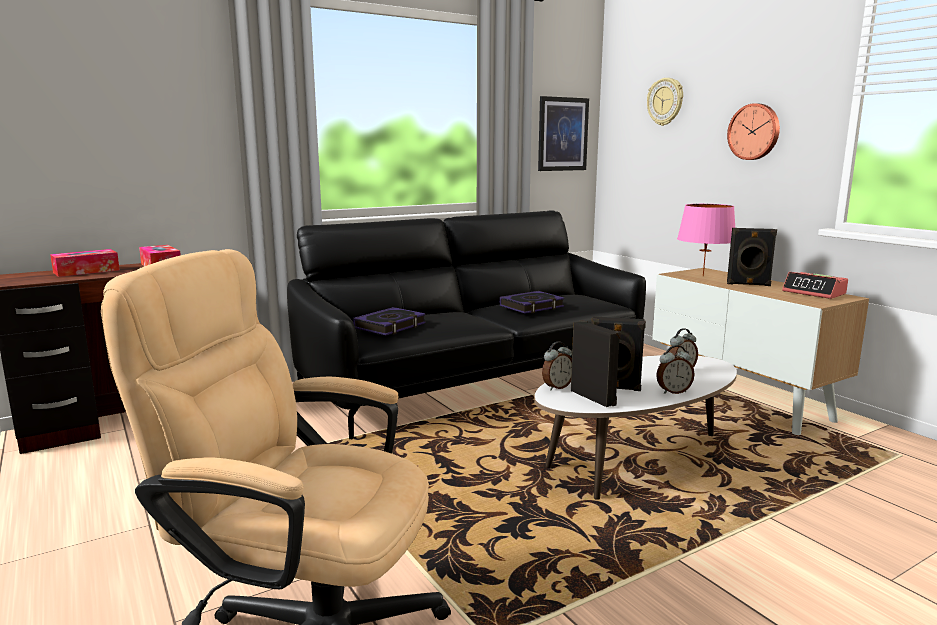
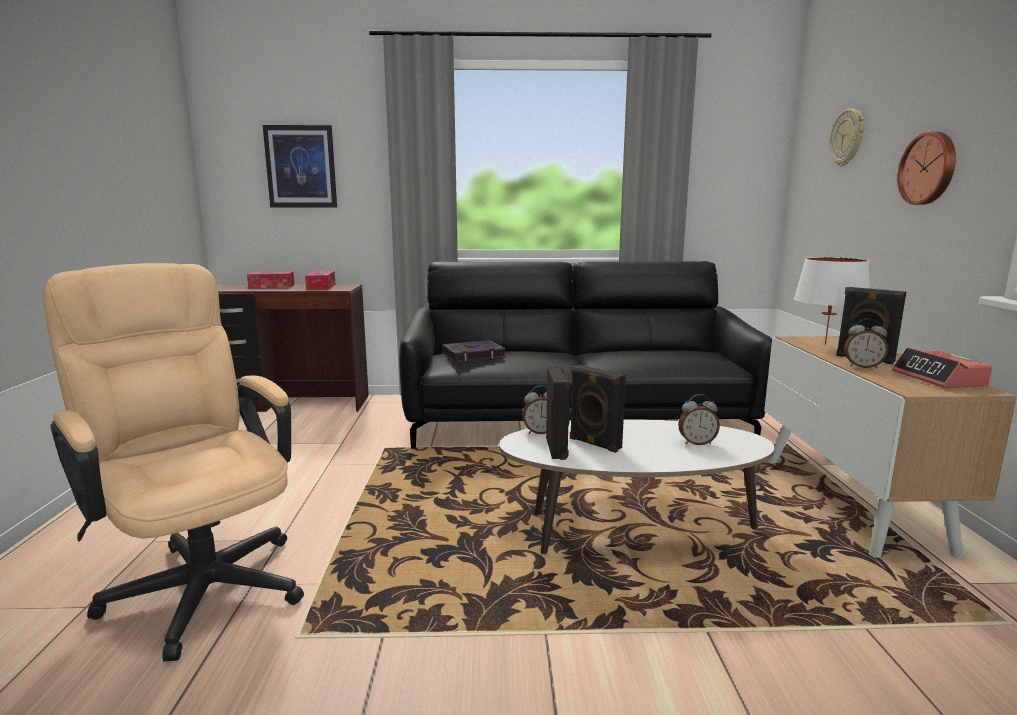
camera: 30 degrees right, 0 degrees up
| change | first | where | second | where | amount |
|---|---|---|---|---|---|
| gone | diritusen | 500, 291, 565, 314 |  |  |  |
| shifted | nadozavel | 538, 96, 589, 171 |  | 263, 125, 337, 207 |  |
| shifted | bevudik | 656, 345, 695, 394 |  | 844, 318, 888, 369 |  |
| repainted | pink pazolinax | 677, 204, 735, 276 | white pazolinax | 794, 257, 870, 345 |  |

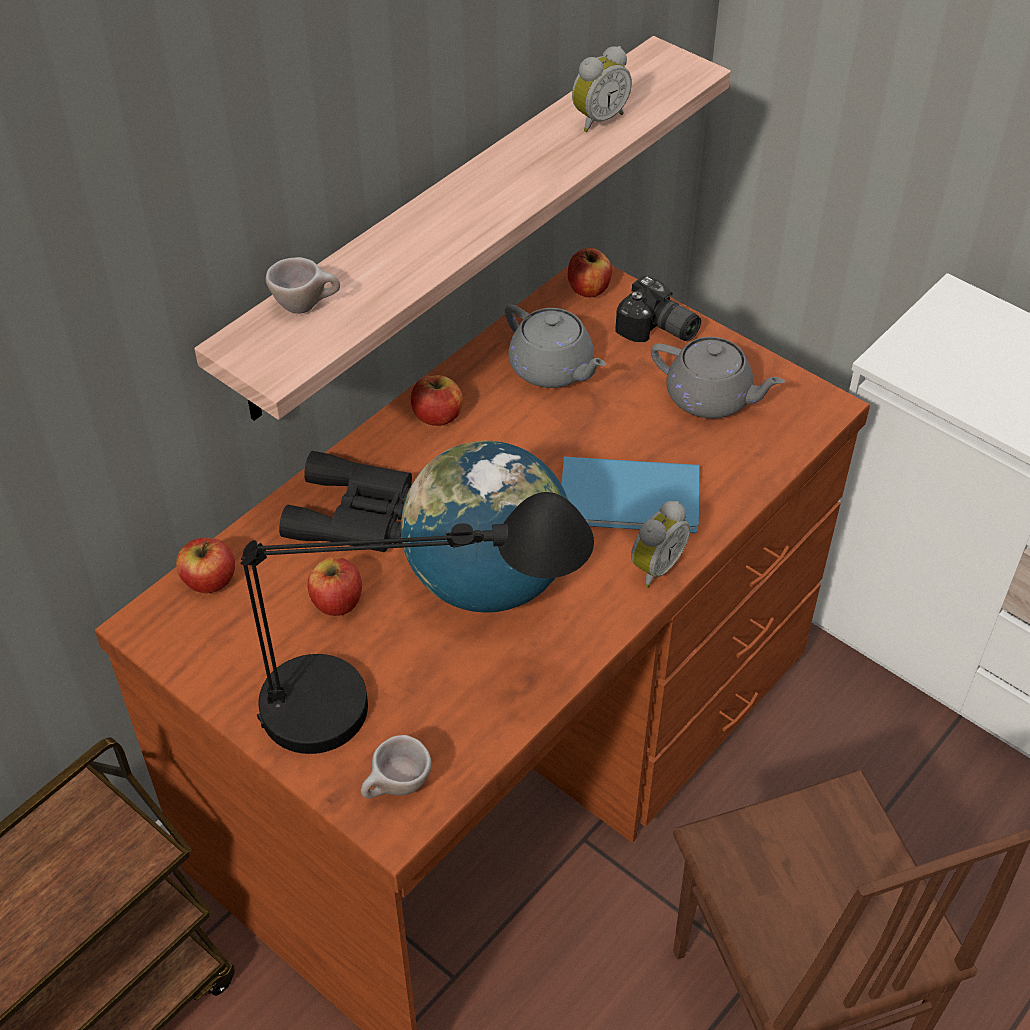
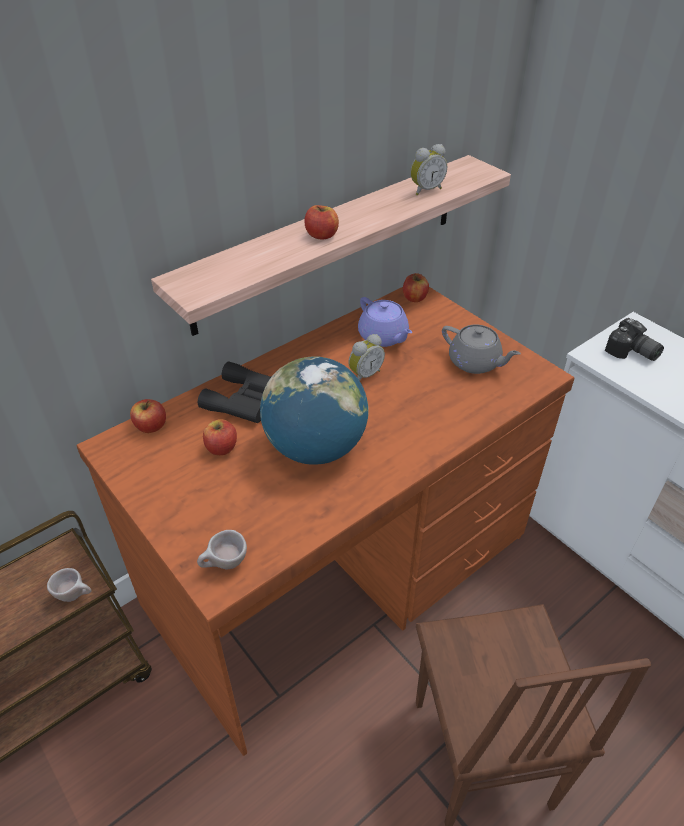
camera: 10 degrees right, 5 degrees down
| change | first | where | second | where | amount |
|---|---|---|---|---|---|
| gone | black pazolinax | 241, 492, 594, 754 |  |  |  |
| gone | blue diritusen | 562, 457, 699, 533 |  |  |  |
| shifted | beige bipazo | 266, 257, 340, 314 |  | 47, 568, 91, 602 |  |
| shifted | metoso | 411, 375, 463, 426 |  | 304, 205, 339, 240 |  |
| shifted | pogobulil | 615, 276, 701, 342 |  | 605, 318, 664, 361 |  |
| shifted | bevudik | 631, 501, 690, 588 |  | 348, 334, 385, 381 |  |
| repainted | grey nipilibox | 505, 304, 606, 388 | purple nipilibox | 358, 297, 412, 347 |  |

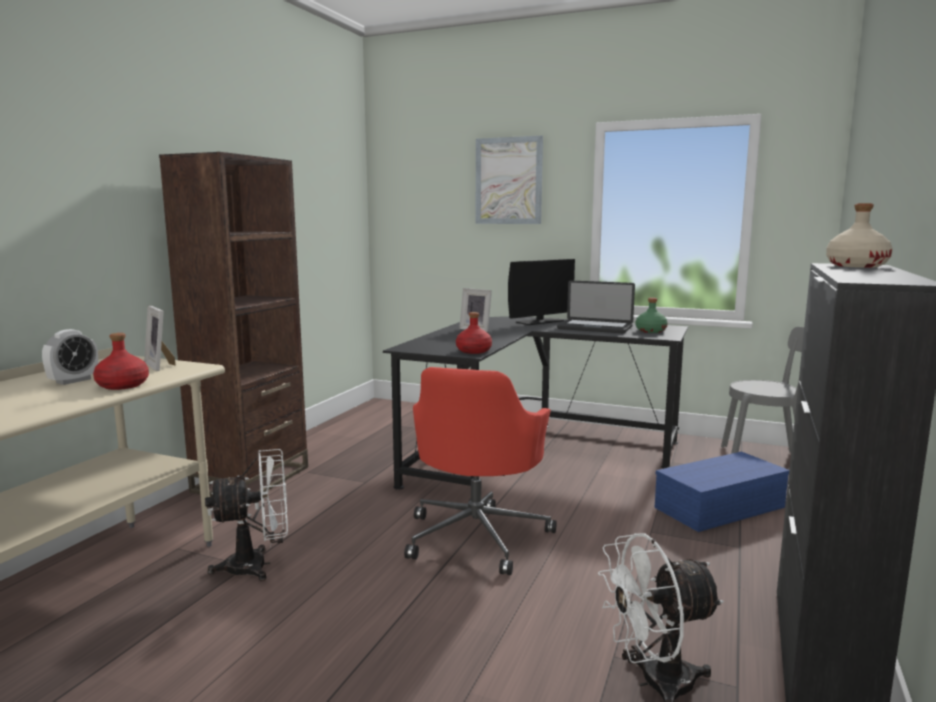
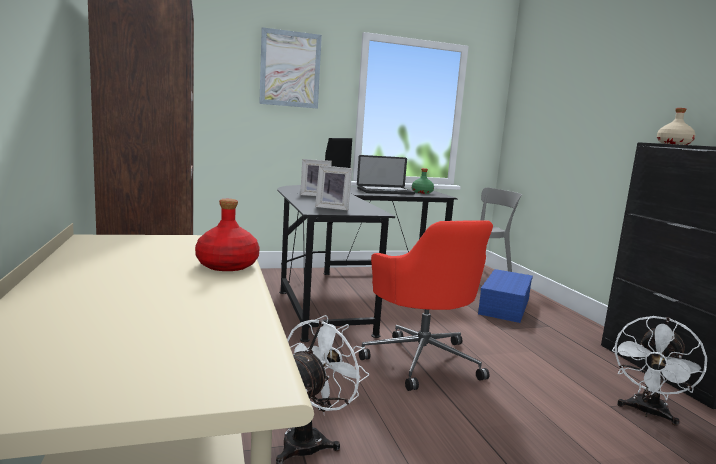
camera: 40 degrees left, 0 degrees up
| change | first | where | second | where | amount |
|---|---|---|---|---|---|
| gone | bevudik | 42, 329, 98, 385 |  |  |  |
| gone | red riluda | 456, 312, 492, 354 |  |  |  |
| shifted | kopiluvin | 144, 306, 175, 371 |  | 315, 165, 353, 210 |  |

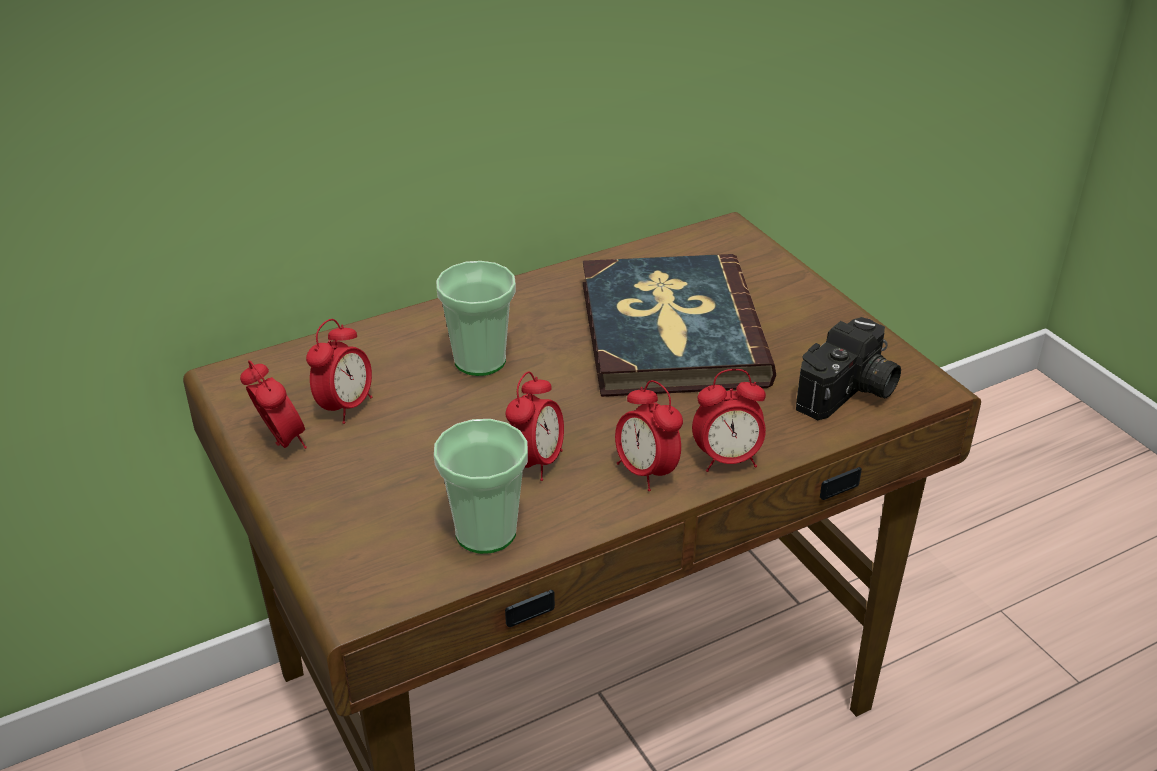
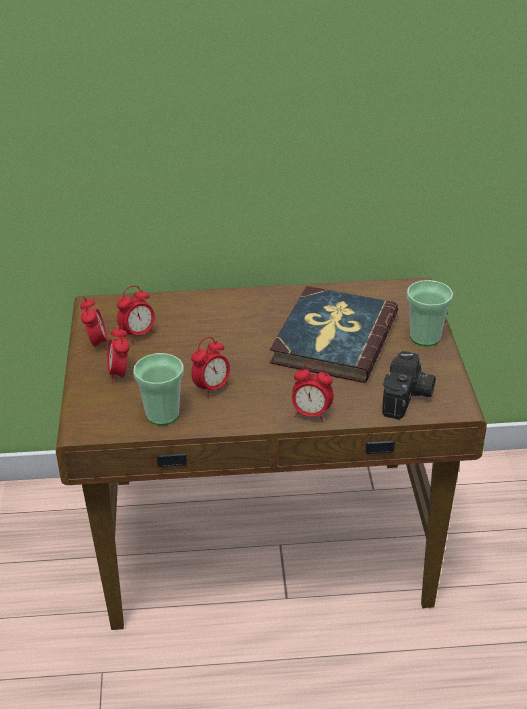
camera: 25 degrees right, 0 degrees up
| change | first | where | second | where | amount |
|---|---|---|---|---|---|
| shifted | bipazo | 436, 261, 516, 376 |  | 407, 280, 453, 346 |  |
| shifted | bevudik | 615, 380, 683, 491 |  | 107, 325, 130, 383 |  |
| rotated | pogobulil | 796, 317, 901, 420 |  | 382, 351, 435, 420 | 45 degrees counterclockwise |

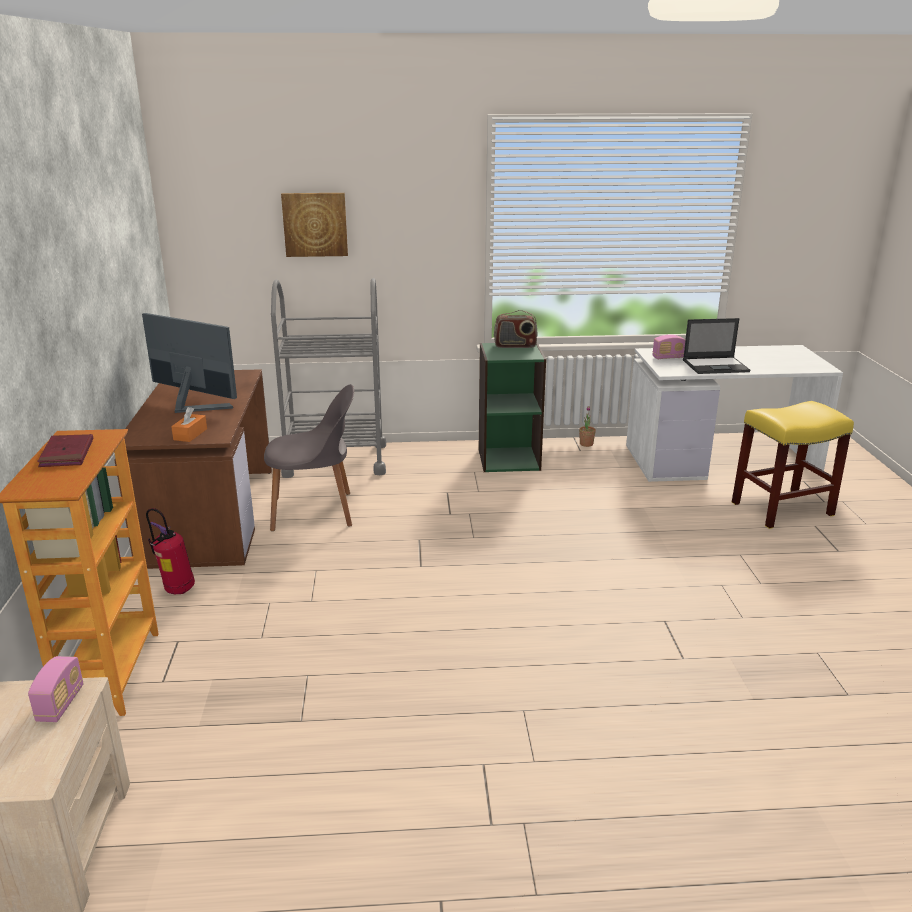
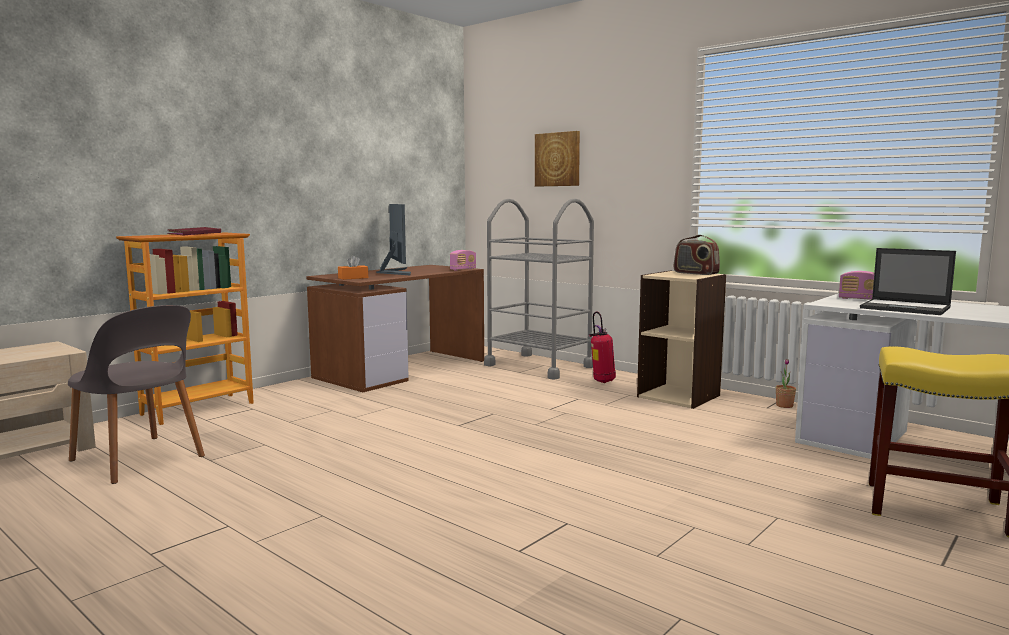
camera: 45 degrees right, 15 degrees down
| change | first | where | second | where | amount |
|---|---|---|---|---|---|
| shifted | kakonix | 28, 656, 84, 722 |  | 450, 250, 476, 271 |  |
| shifted | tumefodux | 146, 508, 195, 594 |  | 588, 311, 616, 383 |  |
| shifted | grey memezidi | 264, 384, 354, 531 |  | 68, 305, 205, 484 |  |
| repainted | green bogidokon | 479, 343, 546, 472 | beige bogidokon | 637, 271, 726, 409 |  |

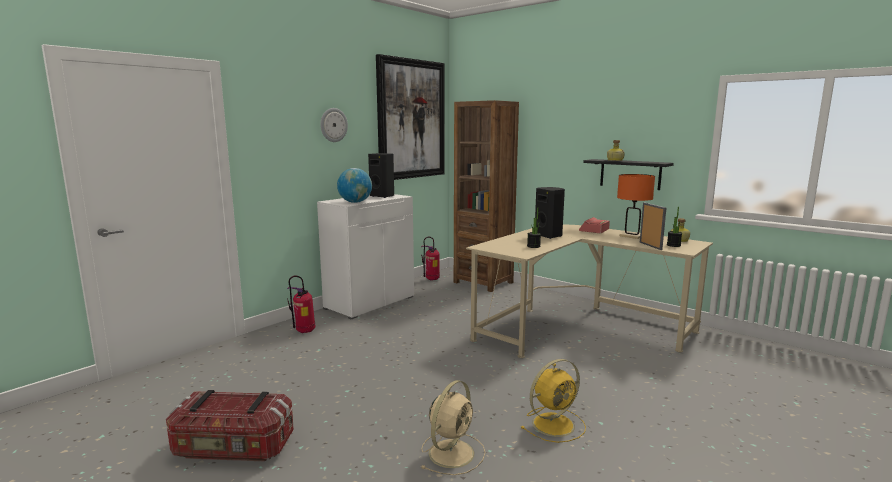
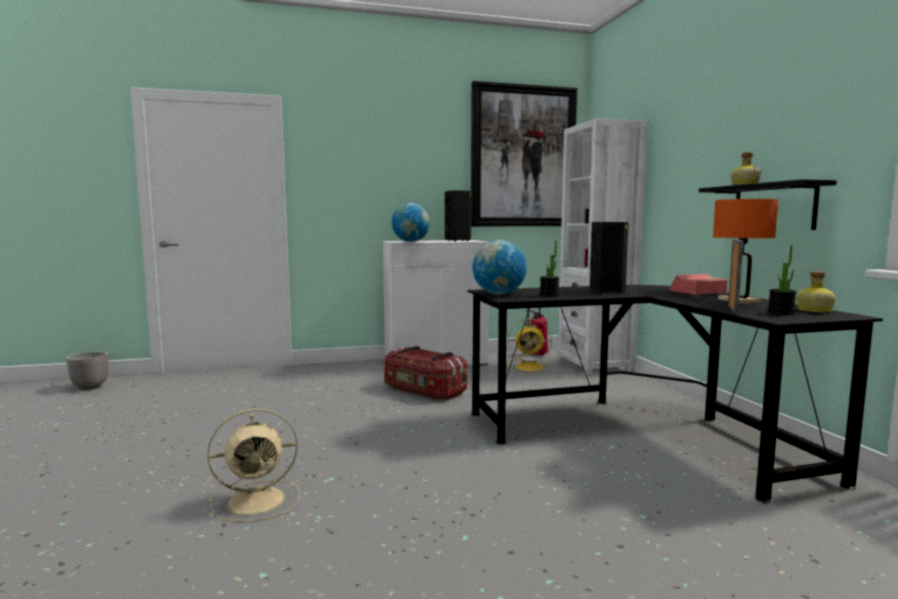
camera: 35 degrees right, 5 degrees down
| change | first | where | second | where | amount |
|---|---|---|---|---|---|
| gone | tumefodux | 287, 275, 316, 333 |  |  |  |
| gone | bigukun | 320, 108, 348, 142 |  |  |  |
| new |  |  | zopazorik | 66, 351, 109, 390 |  |
| new |  |  | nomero | 472, 240, 527, 294 |  |
| shifted | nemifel | 166, 390, 294, 461 |  | 385, 346, 467, 400 |  |
| shifted | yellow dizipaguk | 520, 359, 586, 443 |  | 506, 319, 552, 373 |  |
| repainted | brown bogidokon | 454, 100, 519, 292 | white bogidokon | 558, 118, 647, 376 |  |
| repainted | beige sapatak | 466, 225, 713, 358 | black sapatak | 467, 285, 883, 503 |  |

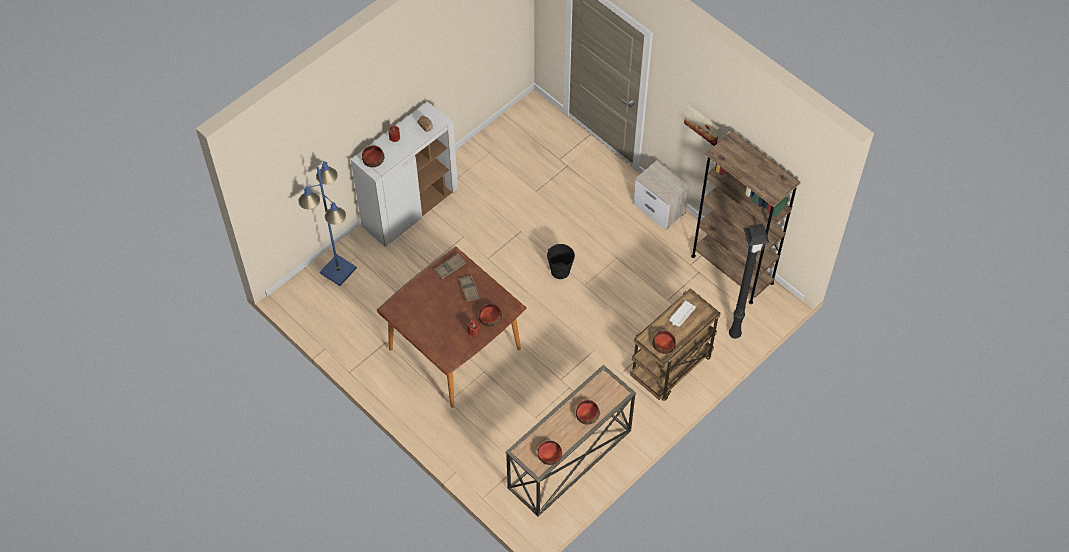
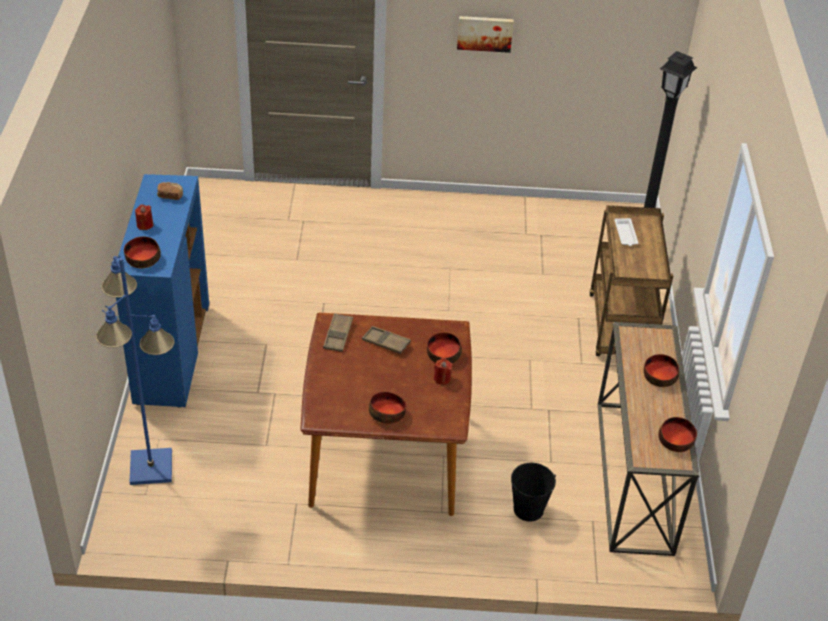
camera: 45 degrees left, 15 degrees down
| change | first | where | second | where | amount |
|---|---|---|---|---|---|
| gone | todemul | 634, 161, 690, 230 |  |  |  |
| gone | brown bogidokon | 691, 131, 800, 304 |  |  |  |
| shifted | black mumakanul | 547, 244, 575, 279 |  | 511, 463, 556, 522 |  |
| shifted | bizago | 652, 331, 676, 354 |  | 369, 392, 406, 424 |  |
| repainted | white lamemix | 351, 102, 458, 247 | blue lamemix | 116, 174, 209, 407 |  |

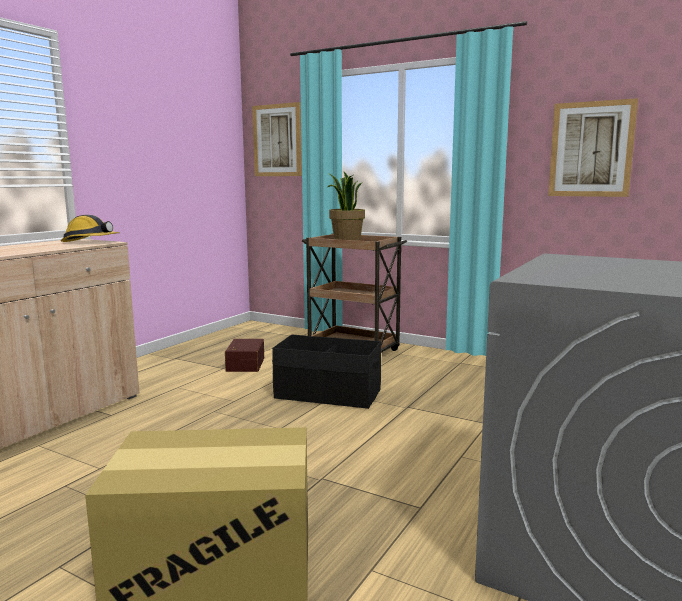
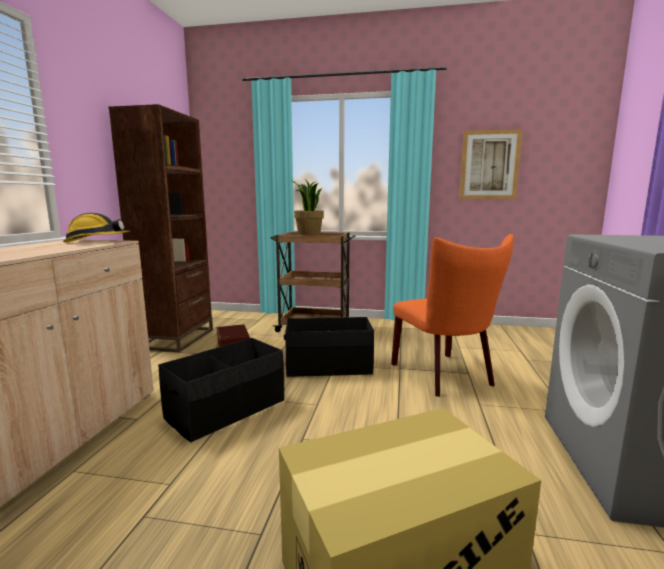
camera: 20 degrees left, 0 degrees up
| change | first | where | second | where | amount |
|---|---|---|---|---|---|
| gone | nadozavel | 252, 102, 302, 176 |  |  |  |
| new |  |  | brown bogidokon | 109, 104, 213, 352 |  |
| new |  |  | black nemifel | 158, 338, 284, 442 |  |
| new |  |  | orange memezidi | 391, 234, 514, 397 |  |

